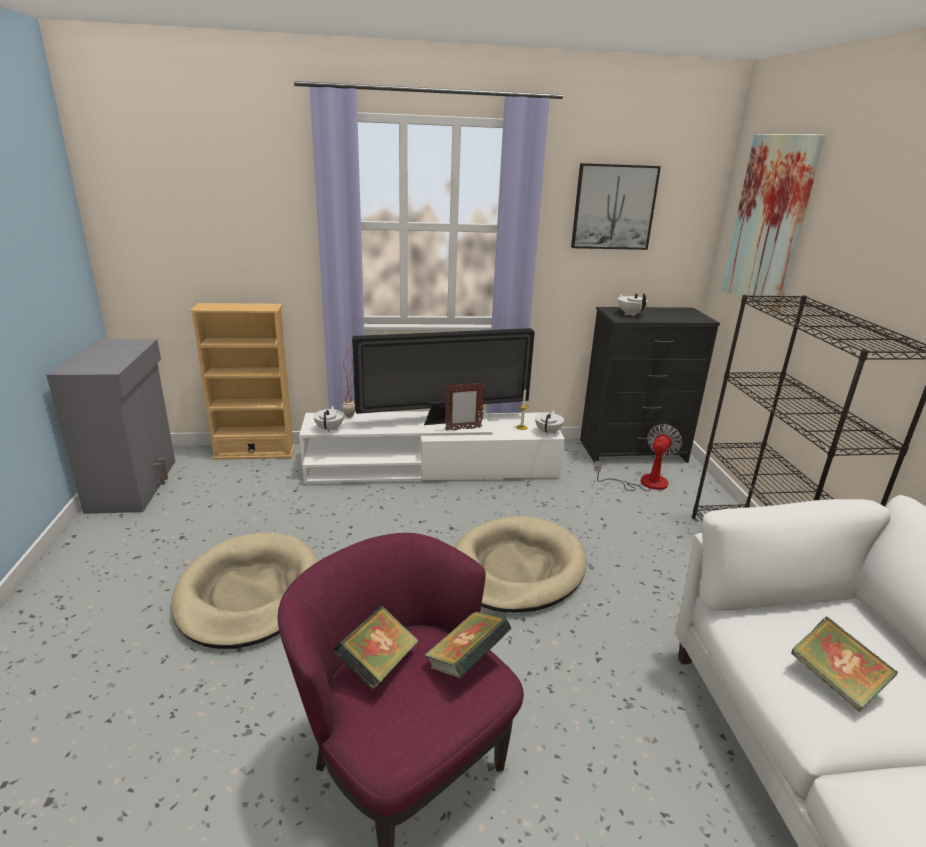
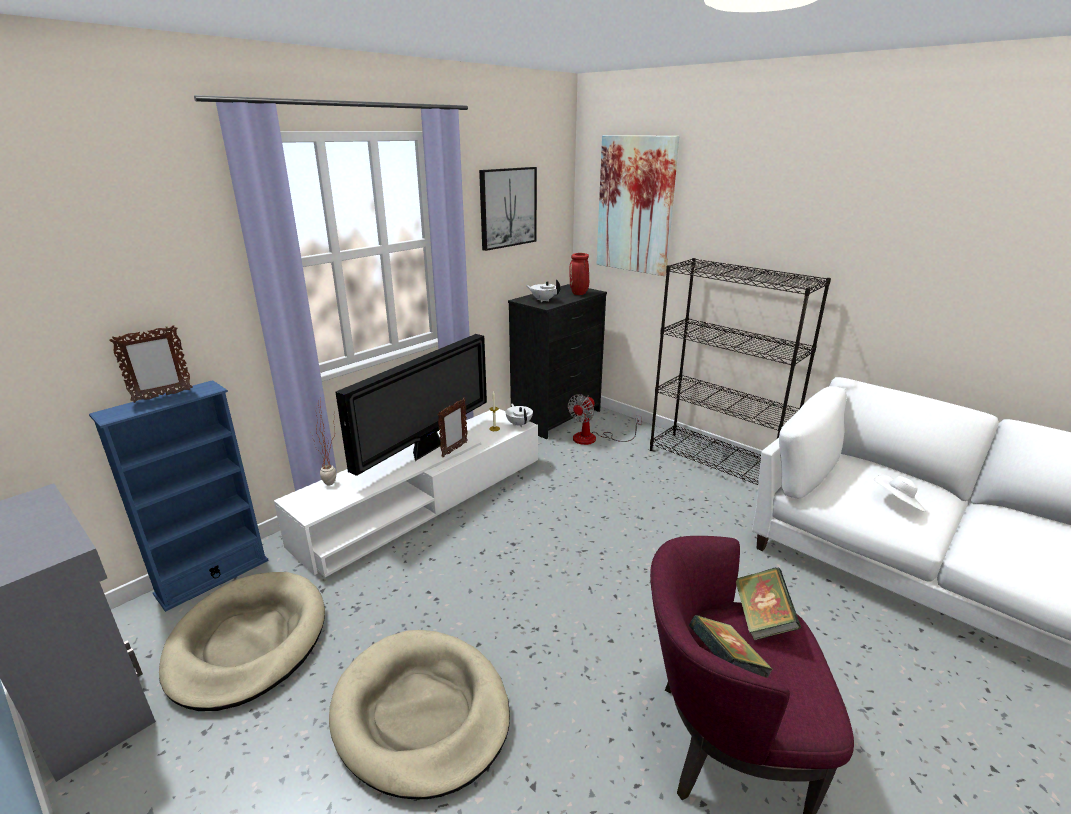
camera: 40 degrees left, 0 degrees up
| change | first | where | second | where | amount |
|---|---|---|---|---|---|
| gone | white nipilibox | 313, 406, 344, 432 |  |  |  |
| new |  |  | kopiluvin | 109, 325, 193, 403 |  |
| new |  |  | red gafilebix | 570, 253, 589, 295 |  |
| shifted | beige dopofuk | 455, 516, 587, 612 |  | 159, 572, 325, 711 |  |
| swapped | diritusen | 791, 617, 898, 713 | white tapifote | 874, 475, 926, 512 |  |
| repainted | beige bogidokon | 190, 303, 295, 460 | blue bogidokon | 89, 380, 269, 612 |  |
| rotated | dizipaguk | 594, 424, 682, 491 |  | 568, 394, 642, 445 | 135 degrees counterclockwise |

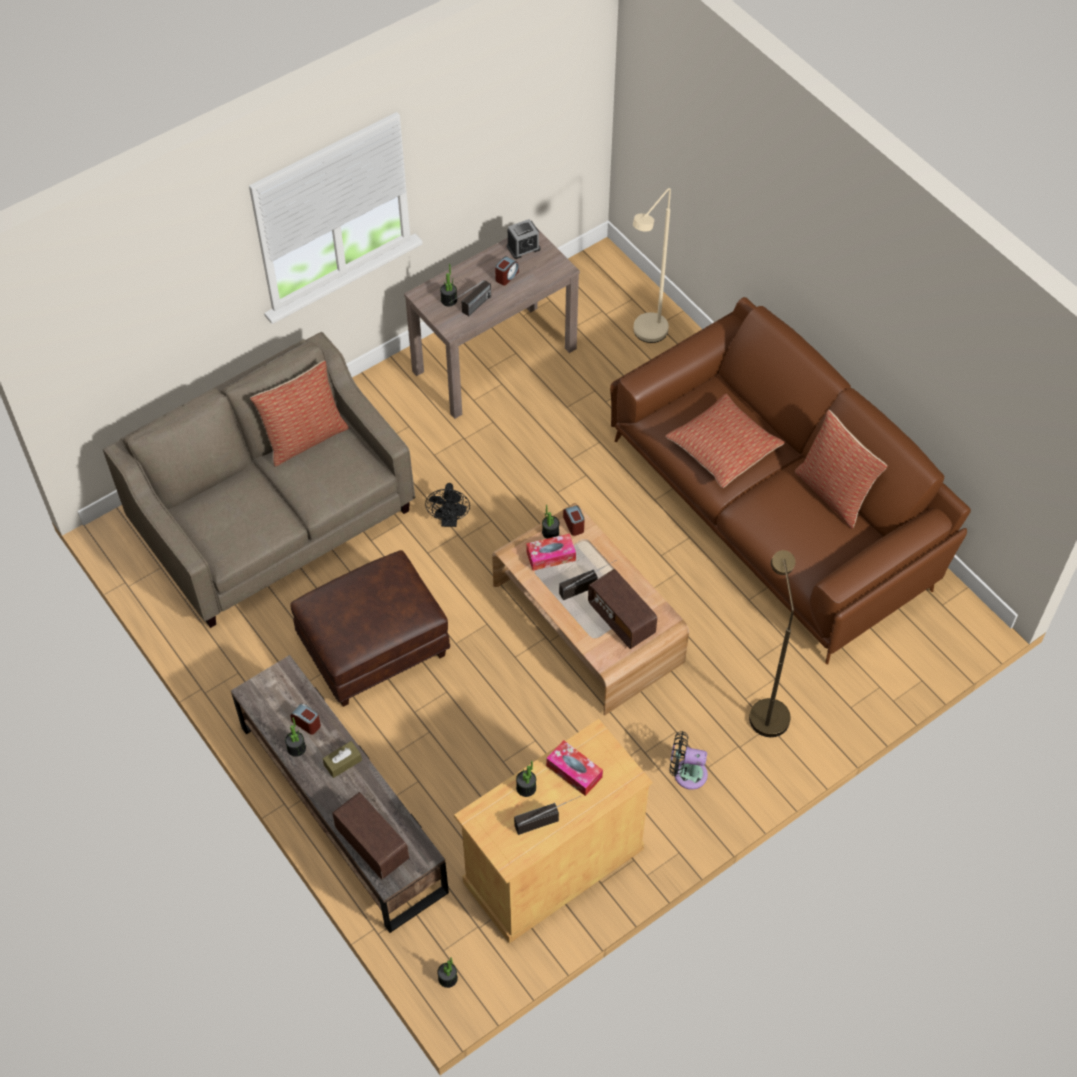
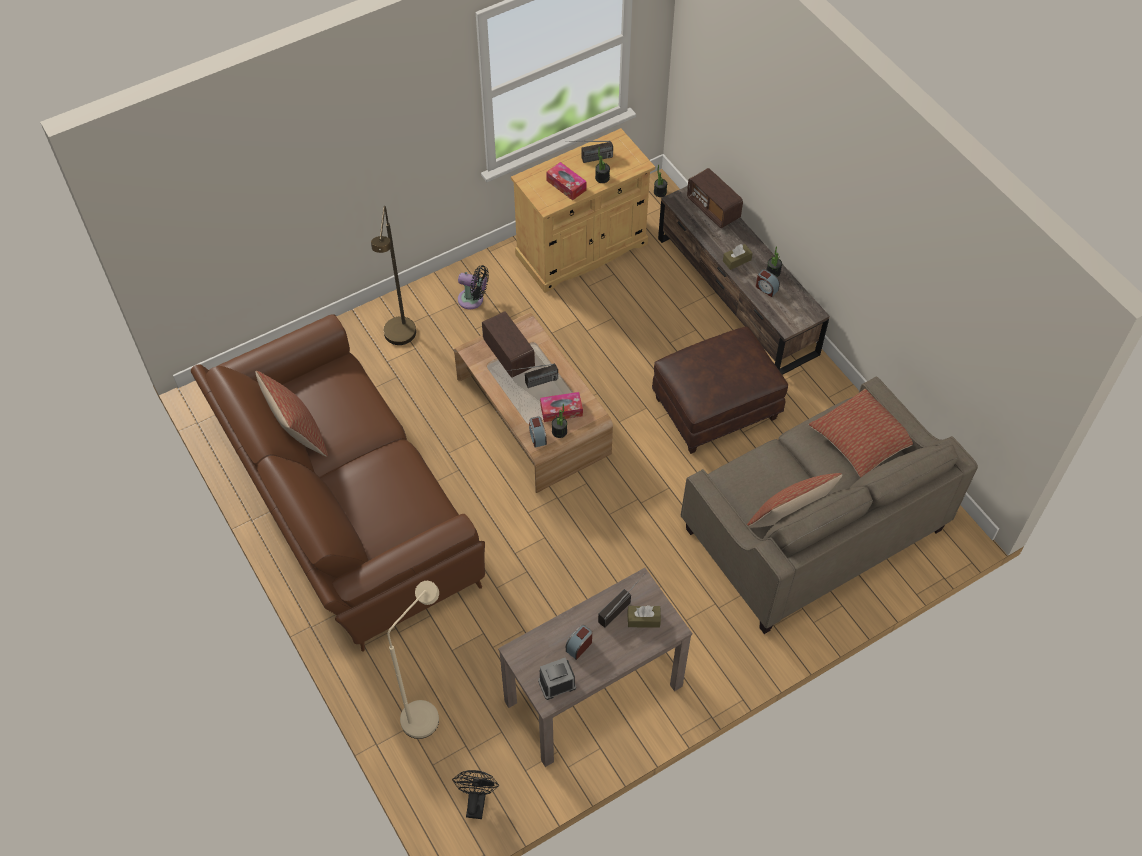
camera: 175 degrees left, 0 degrees up
| change | first | where | second | where | amount |
|---|---|---|---|---|---|
| shifted | black dizipaguk | 425, 483, 470, 527 |  | 452, 770, 499, 819 |  |
| shifted | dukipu | 665, 394, 785, 488 |  | 809, 389, 913, 478 |  |
| swapped | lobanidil | 440, 264, 457, 306 | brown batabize | 628, 605, 661, 628 |  |

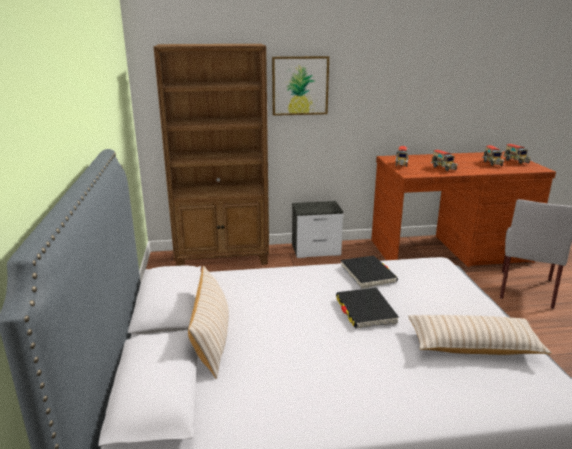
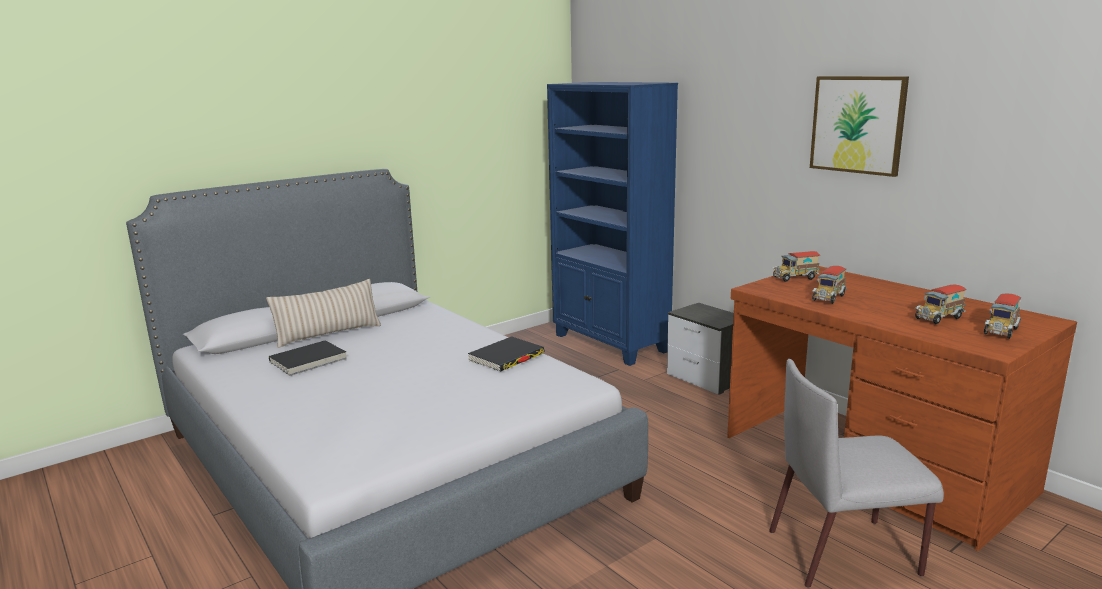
camera: 60 degrees right, 5 degrees down
| change | first | where | second | where | amount |
|---|---|---|---|---|---|
| gone | beige dukipu | 408, 315, 552, 355 |  |  |  |
| shifted | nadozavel | 272, 56, 329, 116 |  | 810, 76, 909, 177 |  |
| shifted | black diritusen | 336, 288, 399, 328 |  | 269, 341, 347, 376 |  |
| repainted | brown bogidokon | 154, 44, 269, 266 | blue bogidokon | 547, 82, 678, 366 |  |

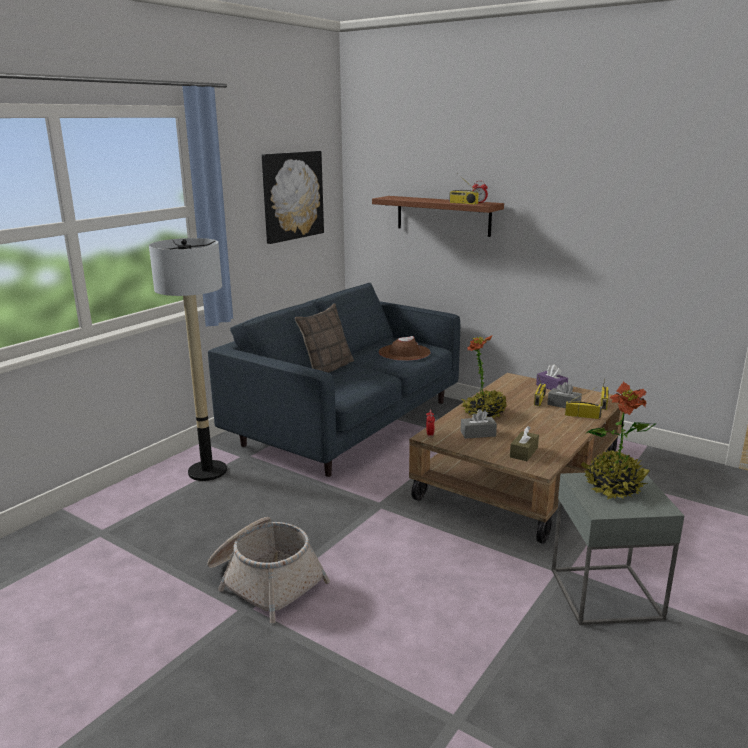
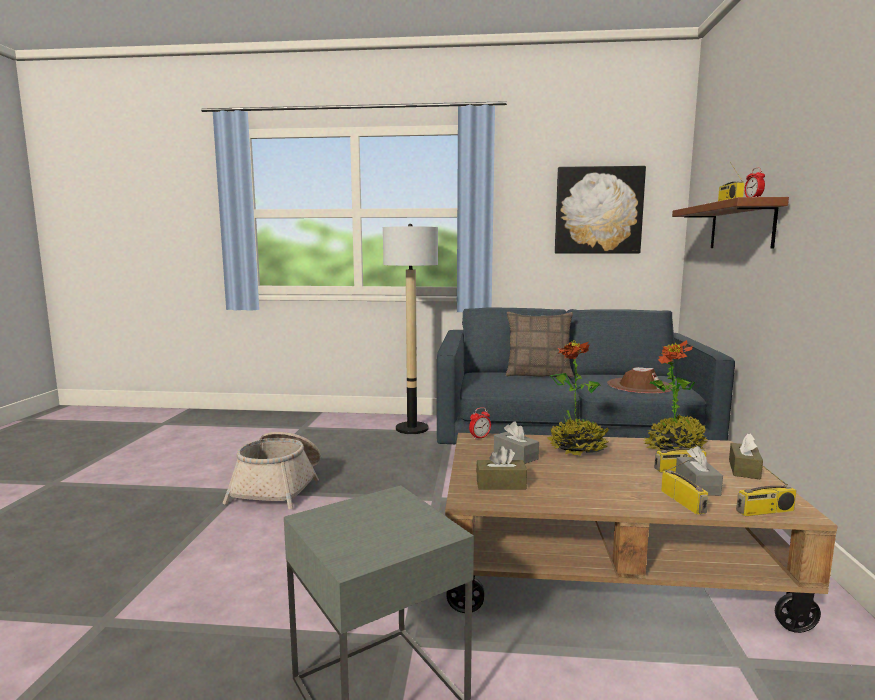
camera: 60 degrees right, 10 degrees down
| change | first | where | second | where | amount |
|---|---|---|---|---|---|
| shifted | lobanidil | 581, 382, 657, 500 |  | 643, 340, 708, 451 |  |
| repainted | purple batabize | 536, 365, 568, 390 | brown batabize | 729, 434, 763, 479 |  |

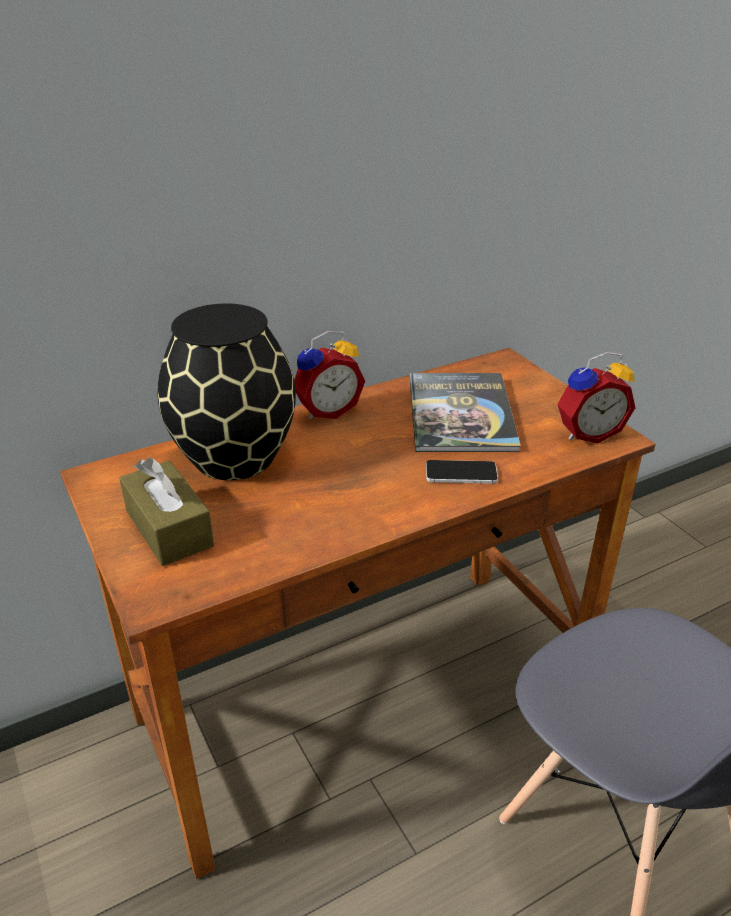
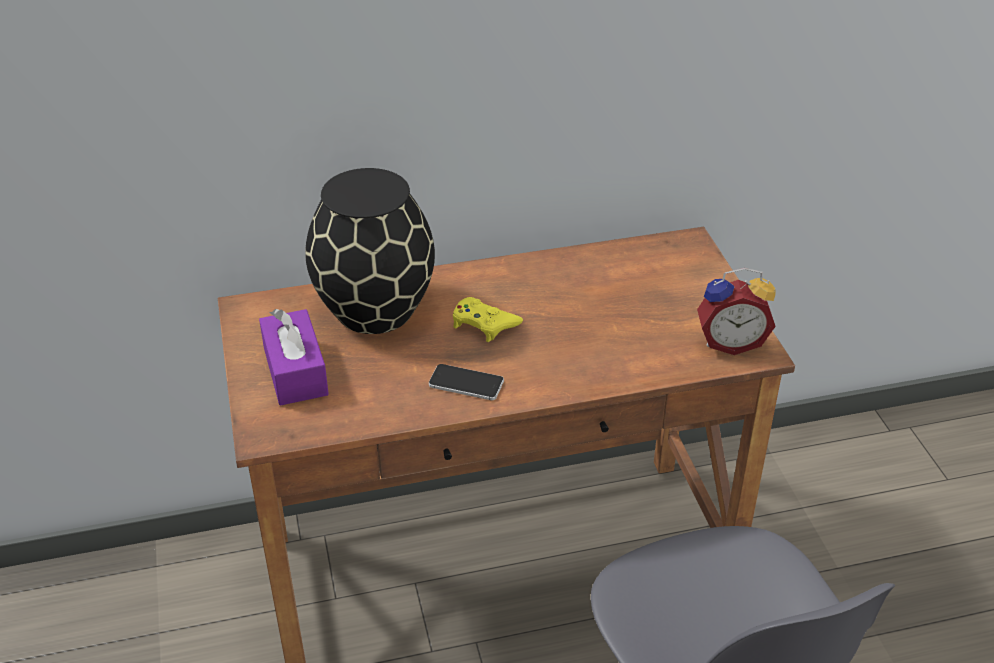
camera: 15 degrees right, 5 degrees up
| change | first | where | second | where | amount |
|---|---|---|---|---|---|
| gone | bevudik | 294, 331, 365, 419 |  |  |  |
| gone | diritusen | 409, 373, 521, 452 |  |  |  |
| new |  |  | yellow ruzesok | 453, 297, 523, 342 |  |
| shifted | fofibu | 426, 460, 498, 484 |  | 429, 364, 504, 400 |  |
| repainted | brown batabize | 119, 458, 214, 566 | purple batabize | 259, 309, 329, 406 |  |

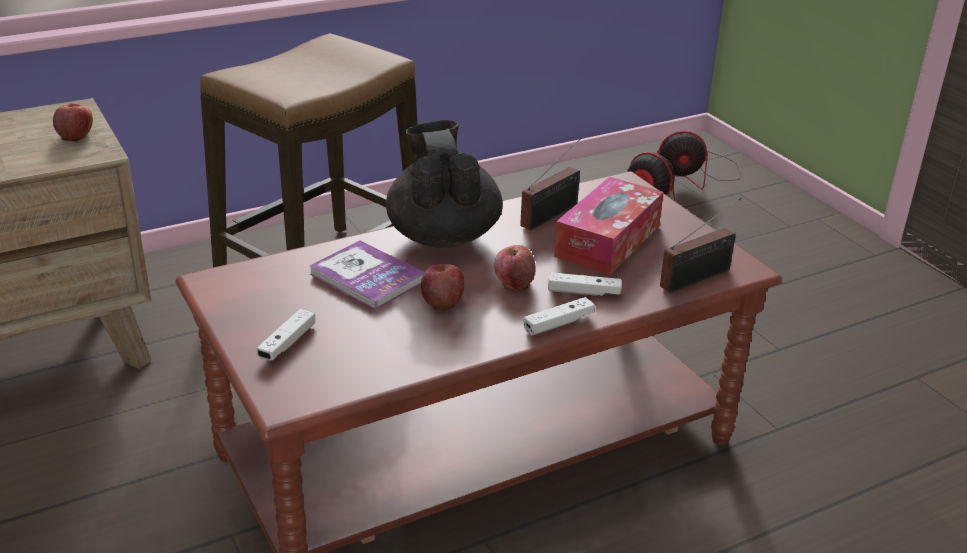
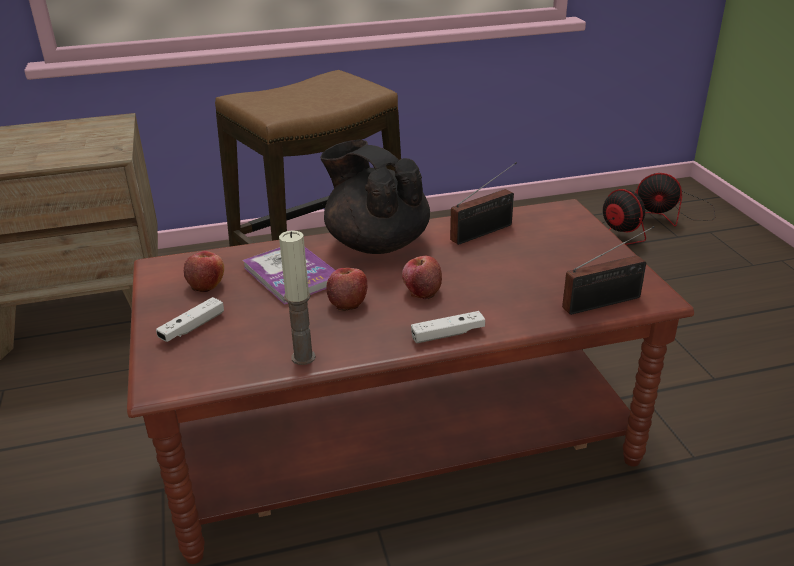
camera: 15 degrees right, 0 degrees up
| change | first | where | second | where | amount |
|---|---|---|---|---|---|
| gone | white ruzesok | 548, 272, 622, 296 |  |  |  |
| gone | batabize | 554, 177, 664, 275 |  |  |  |
| new |  |  | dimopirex | 279, 230, 316, 365 |  |
| shifted | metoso | 53, 103, 93, 141 |  | 184, 251, 224, 293 |  |
| rotated | black nipilibox | 386, 120, 503, 248 |  | 320, 140, 430, 254 | 45 degrees counterclockwise |

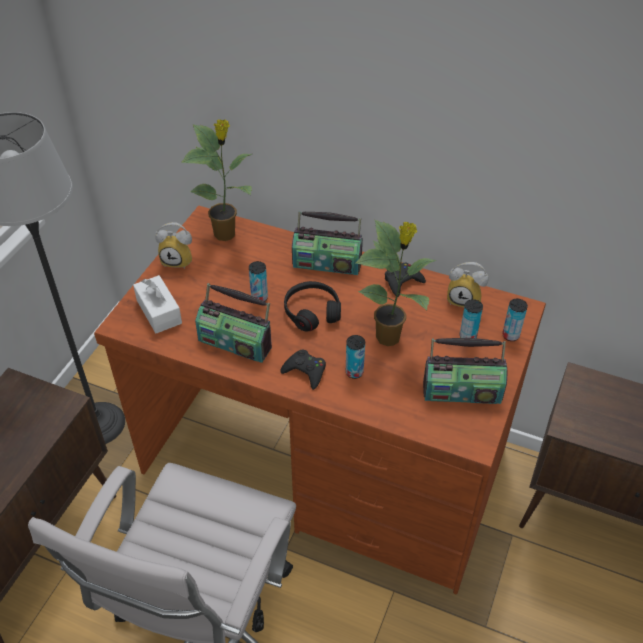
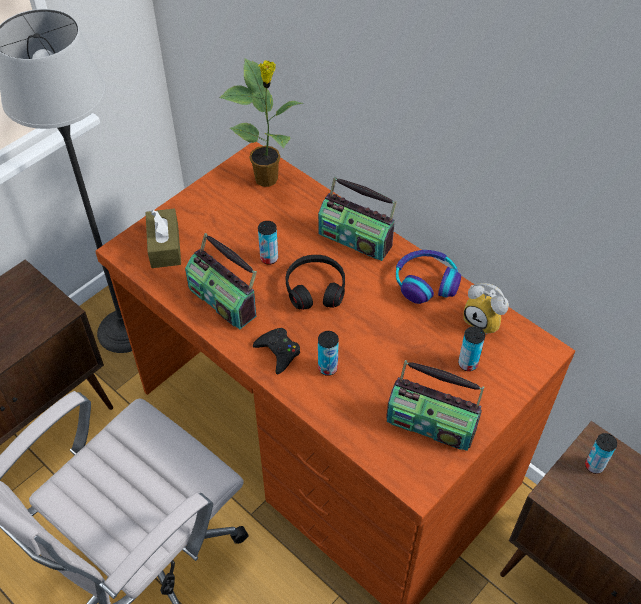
camera: 20 degrees right, 5 degrees up
| change | first | where | second | where | amount |
|---|---|---|---|---|---|
| gone | bevudik | 155, 222, 192, 269 |  |  |  |
| gone | lobanidil | 356, 220, 436, 346 |  |  |  |
| shifted | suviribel | 502, 299, 528, 341 |  | 585, 433, 617, 474 |  |
| swapped | black ruzesok | 385, 263, 426, 297 | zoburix | 396, 250, 461, 304 |  |
| repainted | white batabize | 133, 275, 182, 333 | brown batabize | 145, 208, 181, 268 |  |

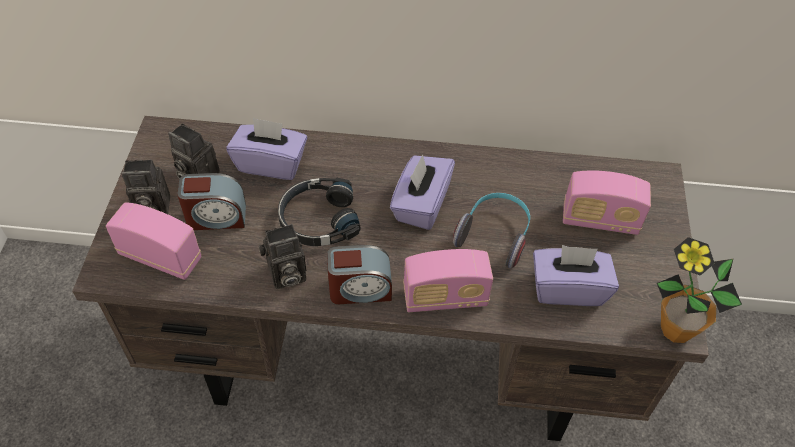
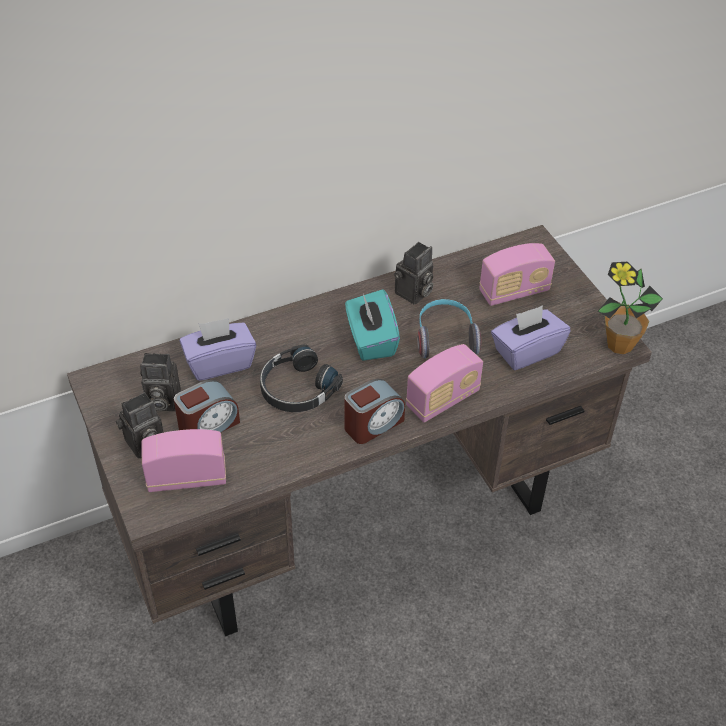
camera: 30 degrees left, 5 degrees down
| change | first | where | second | where | amount |
|---|---|---|---|---|---|
| shifted | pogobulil | 259, 224, 306, 289 |  | 394, 242, 433, 305 |  |
| repainted | purple batabize | 390, 154, 455, 230 | turquoise batabize | 345, 289, 400, 361 |  |

